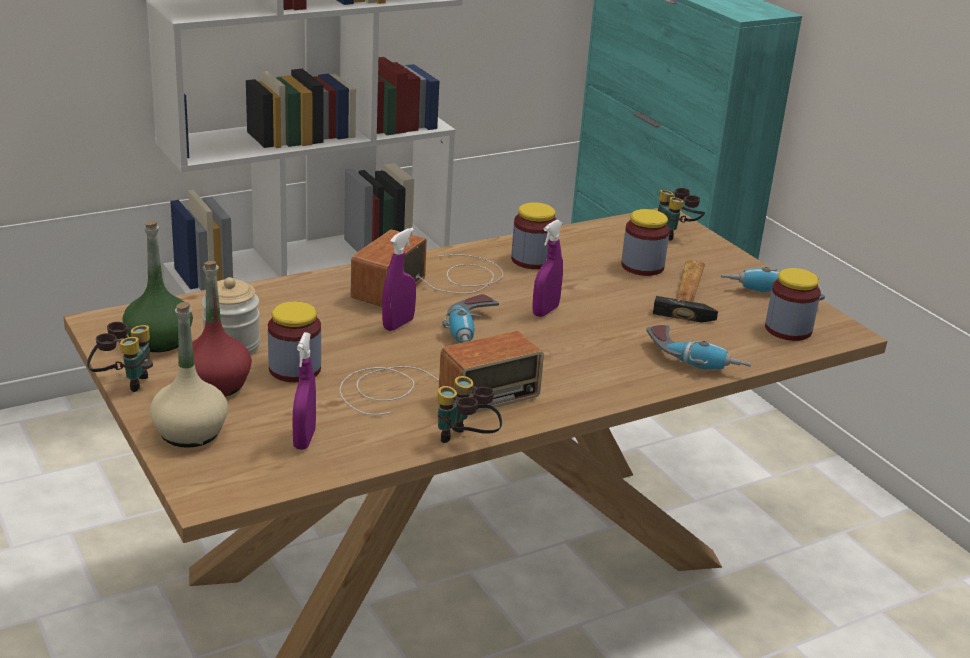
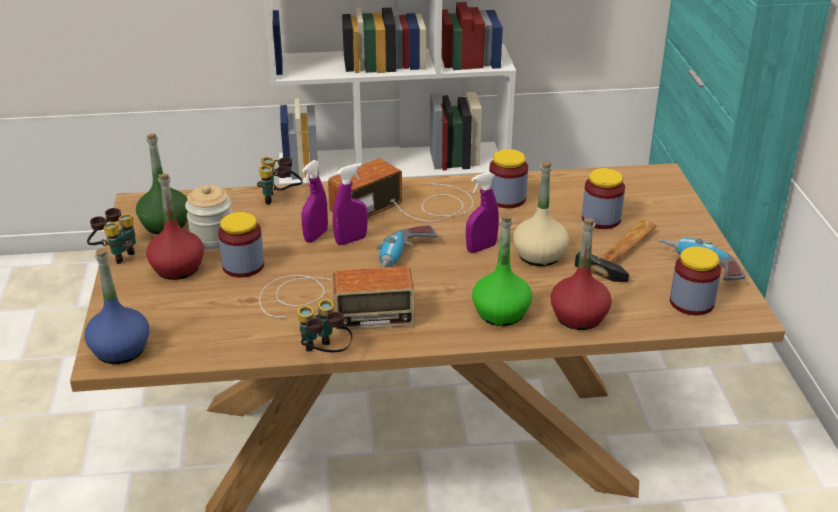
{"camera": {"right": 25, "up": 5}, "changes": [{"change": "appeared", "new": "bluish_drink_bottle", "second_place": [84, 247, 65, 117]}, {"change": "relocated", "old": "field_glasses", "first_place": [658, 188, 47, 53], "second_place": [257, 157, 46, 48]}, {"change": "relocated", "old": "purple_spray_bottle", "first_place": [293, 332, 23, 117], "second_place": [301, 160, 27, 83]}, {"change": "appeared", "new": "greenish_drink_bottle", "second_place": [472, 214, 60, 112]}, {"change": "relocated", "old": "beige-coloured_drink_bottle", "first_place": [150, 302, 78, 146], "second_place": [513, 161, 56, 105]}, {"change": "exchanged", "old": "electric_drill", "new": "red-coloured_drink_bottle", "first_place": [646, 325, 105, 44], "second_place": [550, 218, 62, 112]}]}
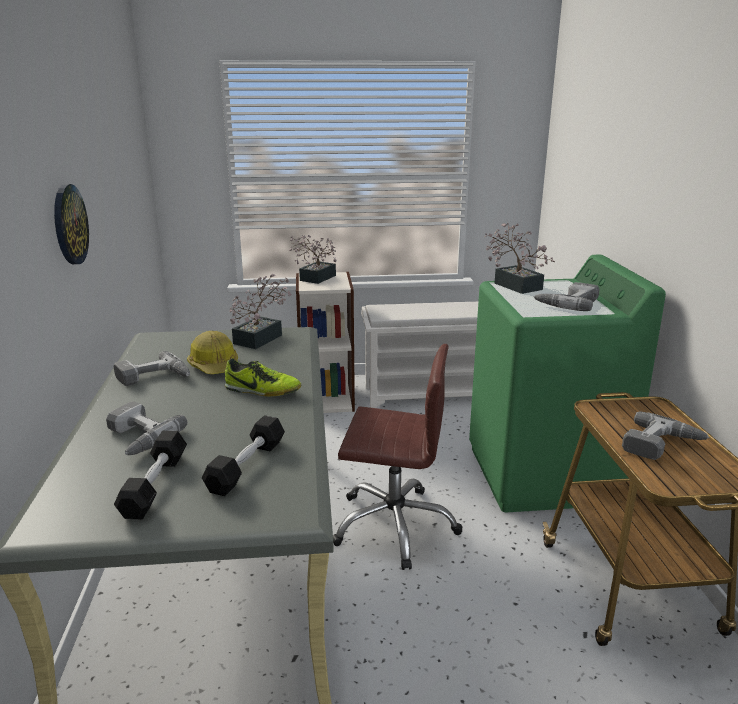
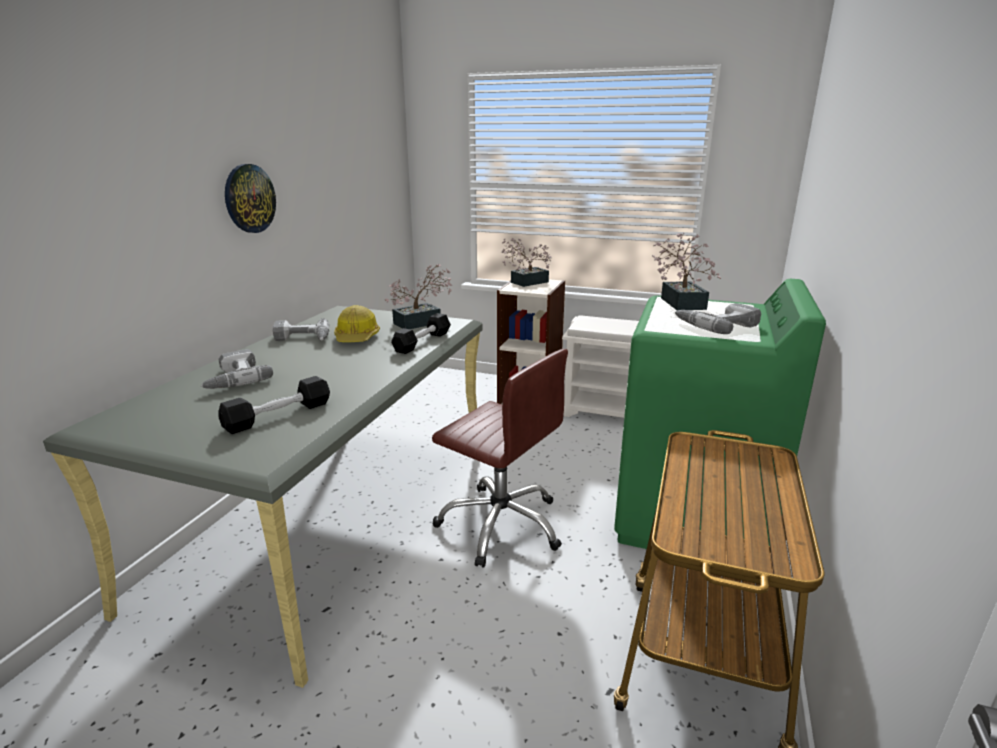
{"camera": {"right": 25, "up": 0}, "changes": [{"change": "relocated", "old": "black_hand_weight", "first_place": [114, 431, 73, 88], "second_place": [391, 313, 60, 41]}, {"change": "missing", "old": "shoe", "first_place": [225, 358, 76, 38]}, {"change": "missing", "old": "electric_drill", "first_place": [622, 412, 88, 48]}]}
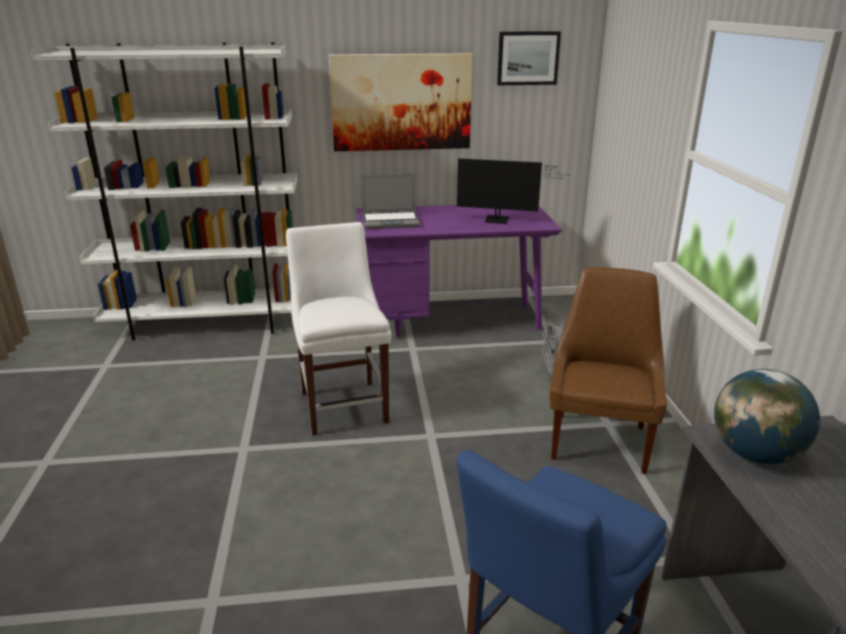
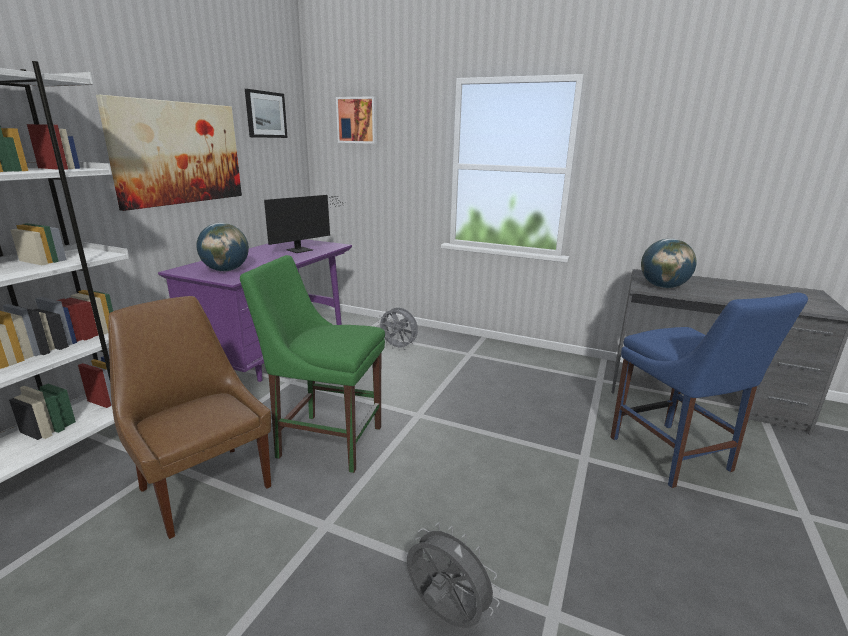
{"camera": {"right": -60, "up": -5}, "changes": [{"change": "relocated", "old": "brownish_plain_chair", "first_place": [550, 267, 117, 207], "second_place": [109, 296, 162, 243]}, {"change": "exchanged", "old": "laptop", "new": "desk_globe", "first_place": [361, 173, 59, 56], "second_place": [196, 223, 53, 48]}, {"change": "colour", "old": "white_plain_chair", "new": "greenish_plain_chair", "first_place": [286, 222, 105, 214], "second_place": [240, 255, 145, 218]}, {"change": "appeared", "new": "wall_art", "second_place": [336, 96, 41, 48]}, {"change": "appeared", "new": "greyish_cooling_fan", "second_place": [407, 522, 94, 106]}]}
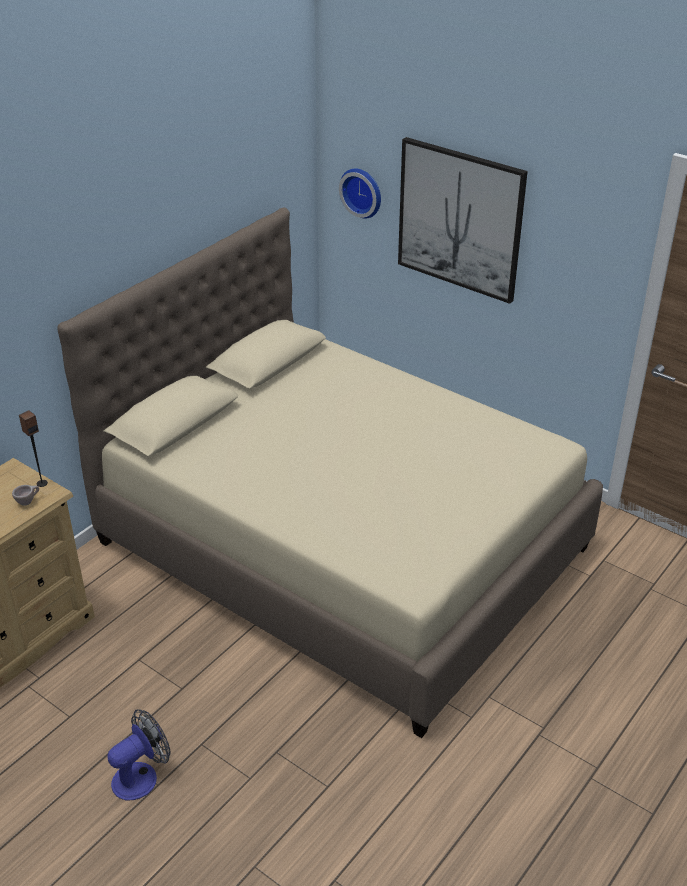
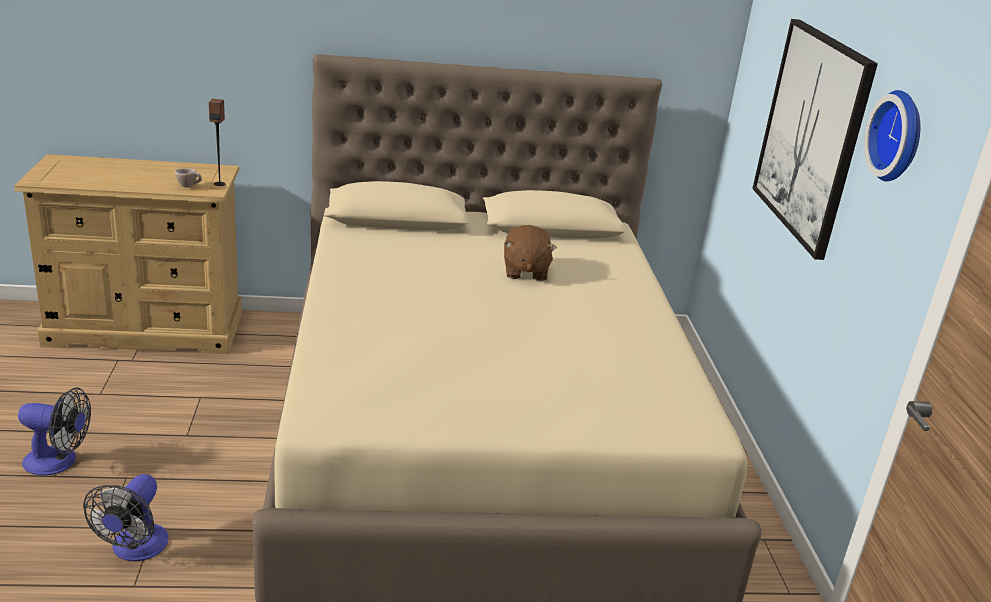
{"camera": {"right": 45, "up": -10}, "changes": [{"change": "appeared", "new": "cooling_fan", "second_place": [83, 474, 86, 87]}, {"change": "appeared", "new": "brownish_cuddly_toy", "second_place": [504, 225, 53, 56]}, {"change": "relocated", "old": "clock_on_the_wall", "first_place": [339, 169, 42, 49], "second_place": [864, 90, 56, 91]}]}
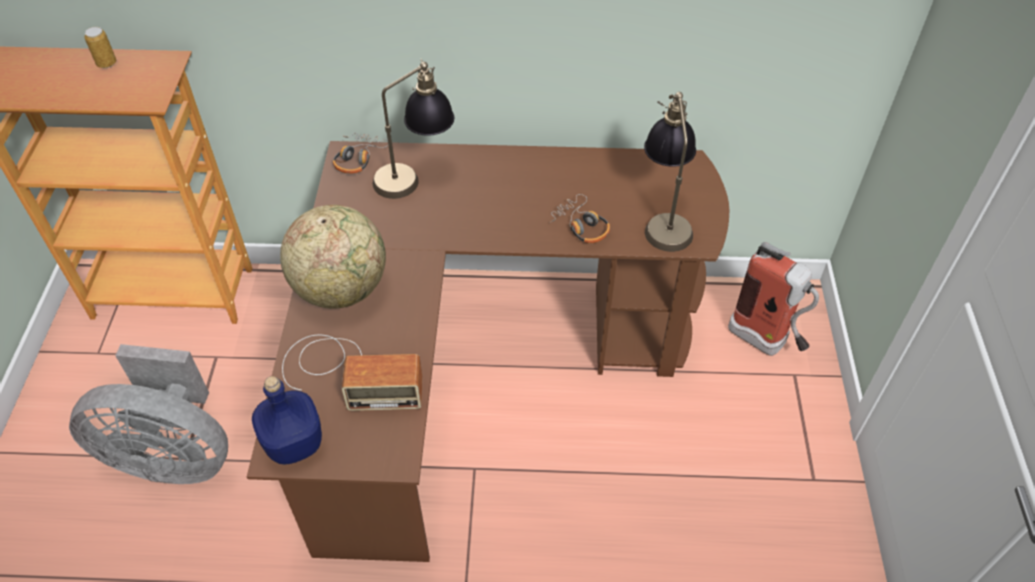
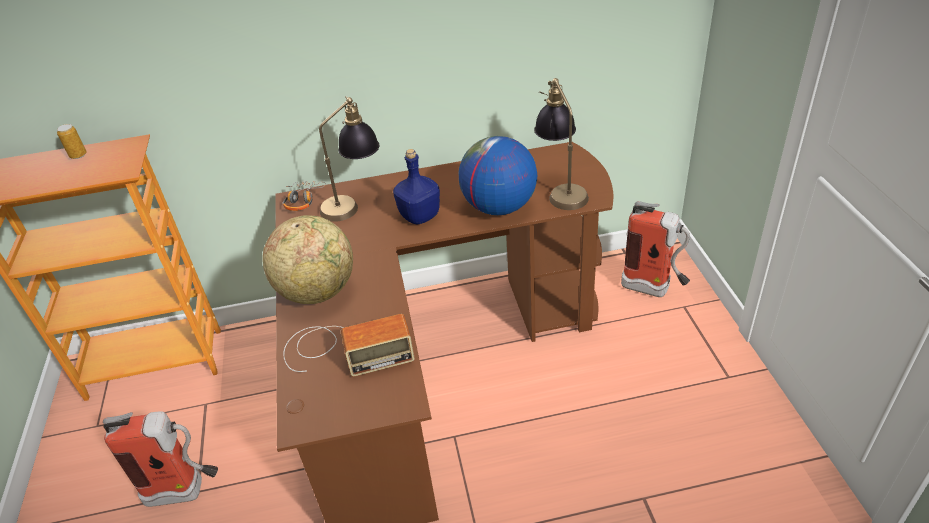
{"camera": {"right": -10, "up": -10}, "changes": [{"change": "exchanged", "old": "greyish_cooling_fan", "new": "fire_extinguisher", "first_place": [69, 344, 159, 140], "second_place": [103, 411, 115, 96]}, {"change": "relocated", "old": "bluish_drink_bottle", "first_place": [252, 376, 70, 89], "second_place": [393, 149, 47, 76]}, {"change": "exchanged", "old": "pair_of_headphones", "new": "desk_globe", "first_place": [550, 194, 60, 49], "second_place": [459, 136, 78, 79]}]}
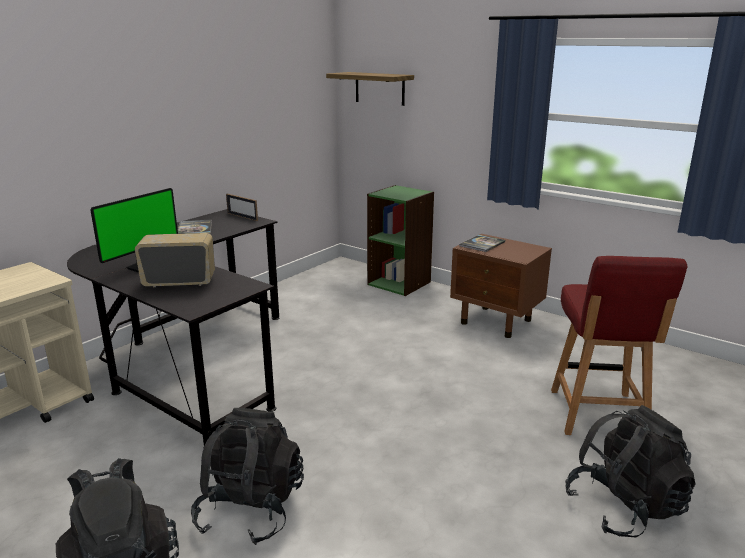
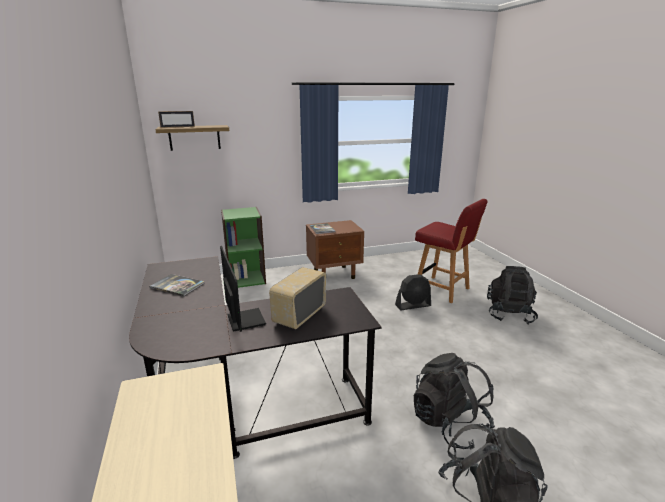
{"camera": {"right": -55, "up": 0}, "changes": [{"change": "relocated", "old": "picture_frame", "first_place": [226, 194, 32, 27], "second_place": [158, 111, 37, 17]}, {"change": "appeared", "new": "black_cooling_fan", "second_place": [395, 275, 36, 35]}]}
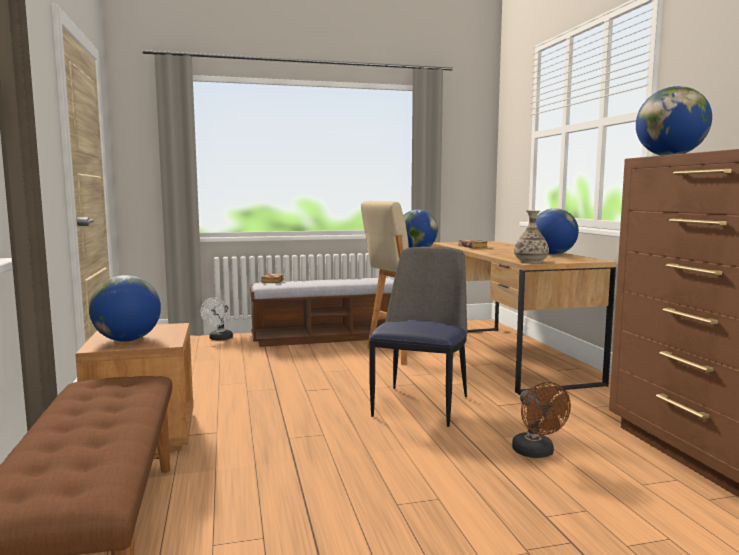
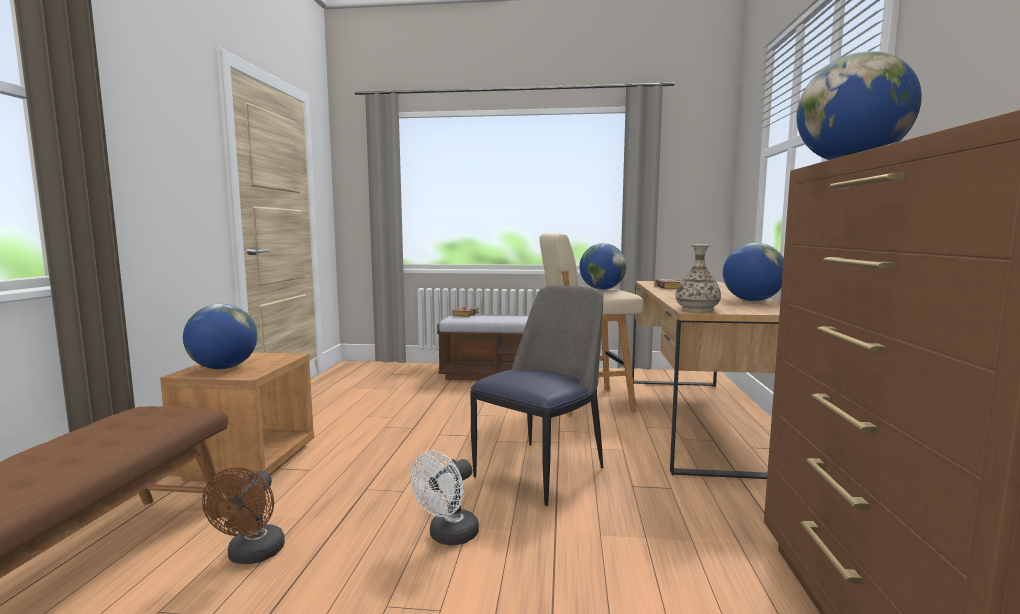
{"camera": {"right": 20, "up": 0}, "changes": [{"change": "relocated", "old": "brownish_cooling_fan", "first_place": [512, 382, 59, 76], "second_place": [202, 467, 83, 97]}, {"change": "relocated", "old": "white_cooling_fan", "first_place": [201, 297, 32, 43], "second_place": [411, 451, 68, 95]}]}
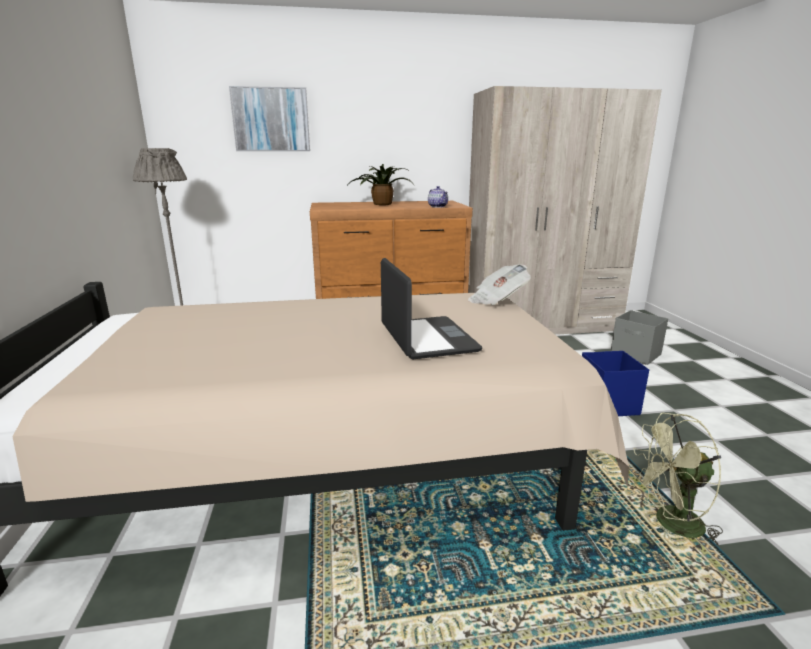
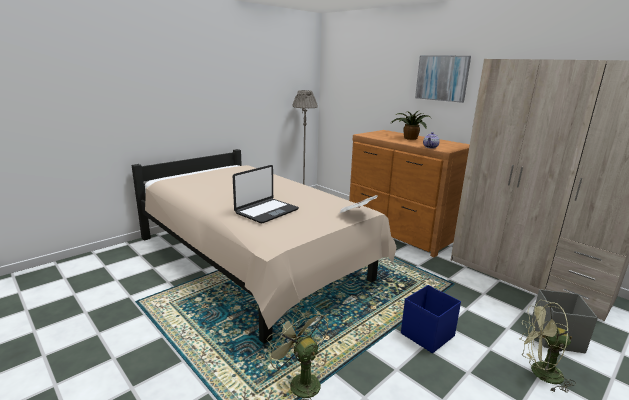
{"camera": {"right": 55, "up": 0}, "changes": [{"change": "relocated", "old": "wall_art", "first_place": [229, 86, 81, 65], "second_place": [415, 55, 56, 48]}, {"change": "appeared", "new": "greenish_cooling_fan", "second_place": [519, 300, 57, 93]}]}
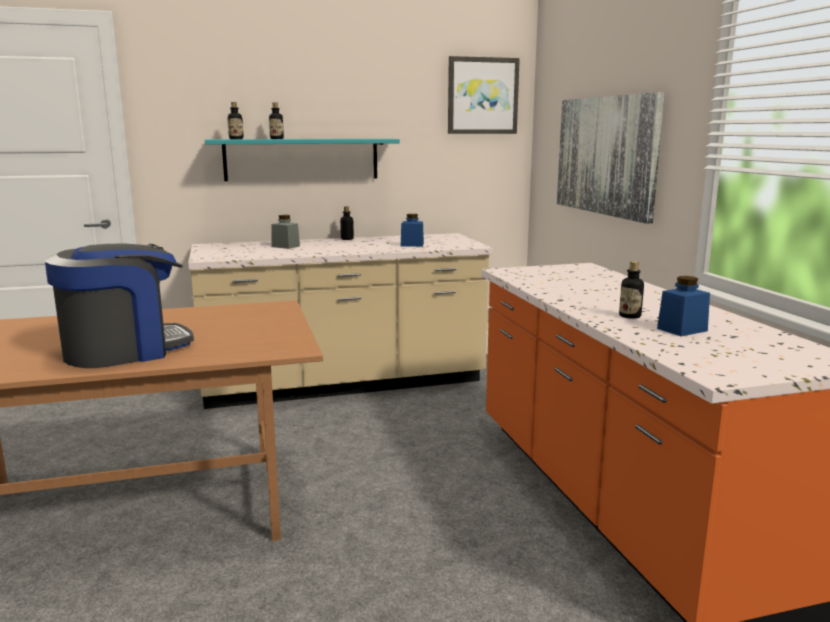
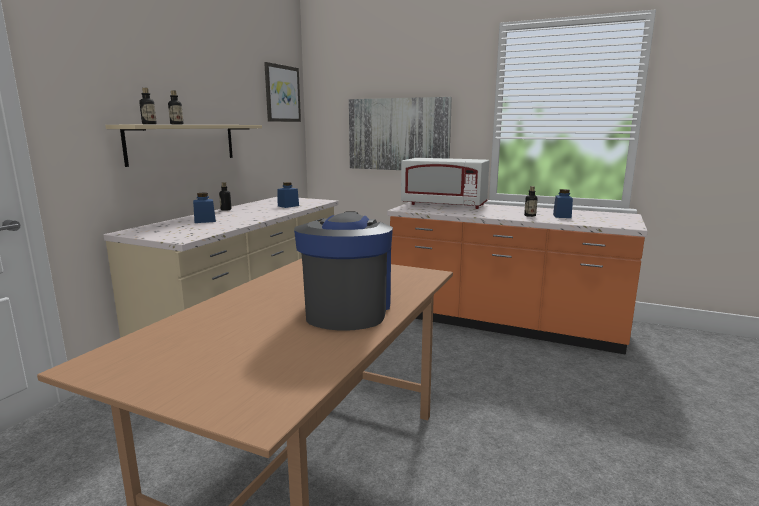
{"camera": {"right": -50, "up": 0}, "changes": [{"change": "colour", "old": "blue-green_shelf", "new": "beige-coloured_shelf", "first_place": [205, 139, 195, 42], "second_place": [105, 125, 157, 42]}, {"change": "colour", "old": "greyish_jar", "new": "bluish_jar", "first_place": [271, 215, 29, 34], "second_place": [193, 193, 23, 30]}, {"change": "appeared", "new": "white_kitchen_microwave", "second_place": [401, 158, 88, 51]}]}
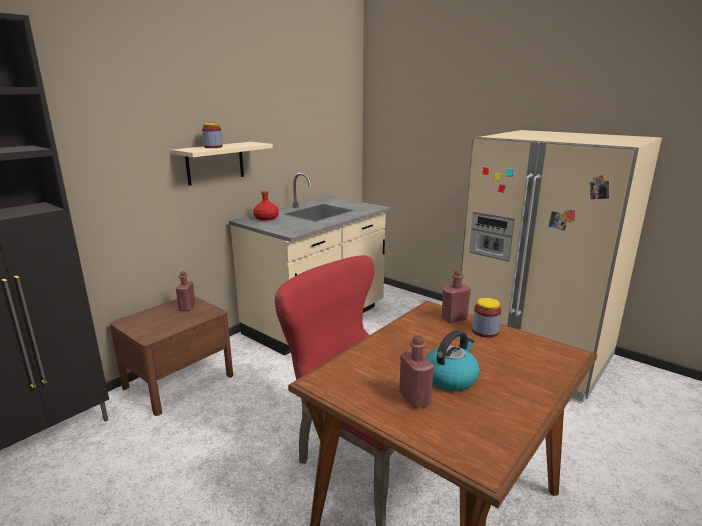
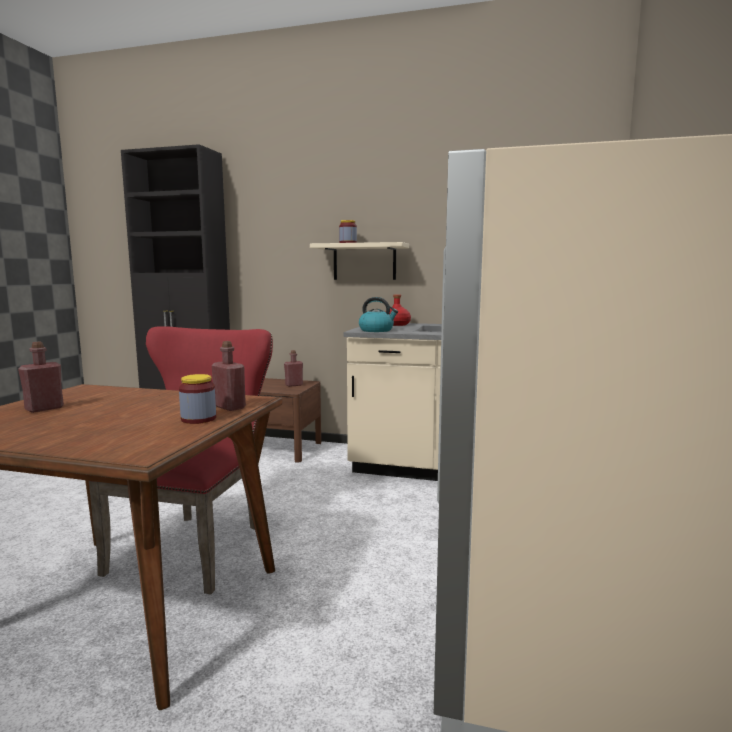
{"camera": {"right": 65, "up": -10}, "changes": [{"change": "relocated", "old": "water_kettle", "first_place": [426, 330, 54, 61], "second_place": [359, 297, 39, 35]}]}
